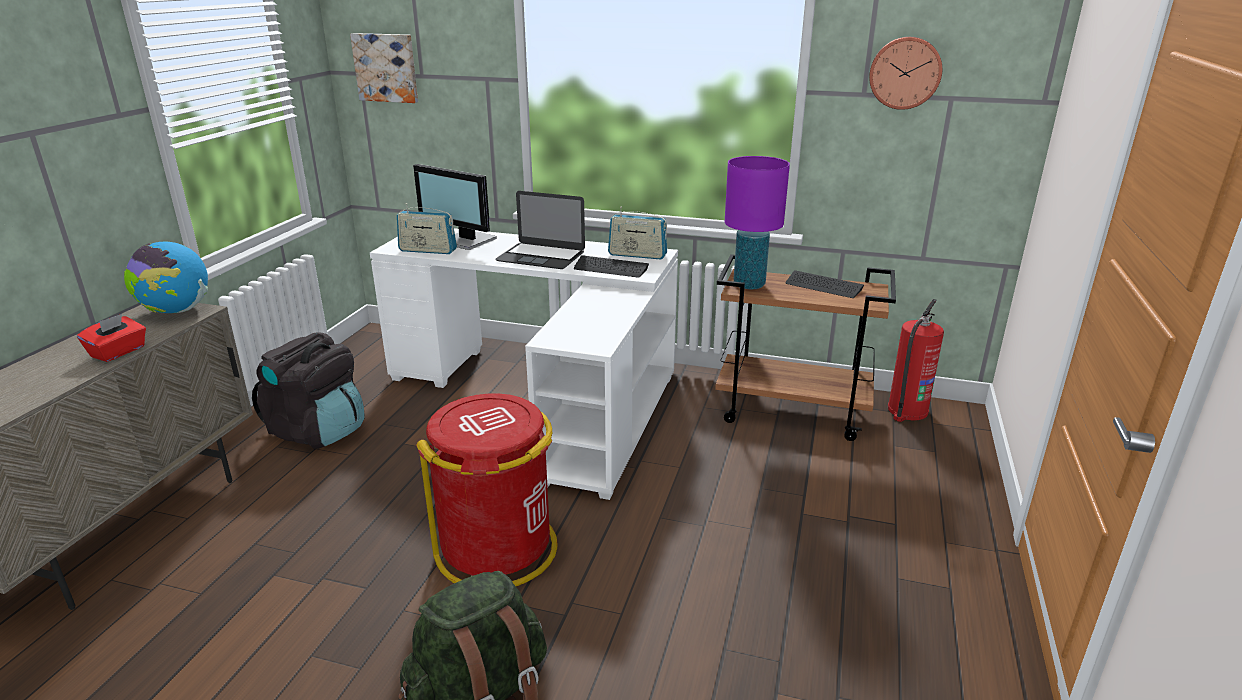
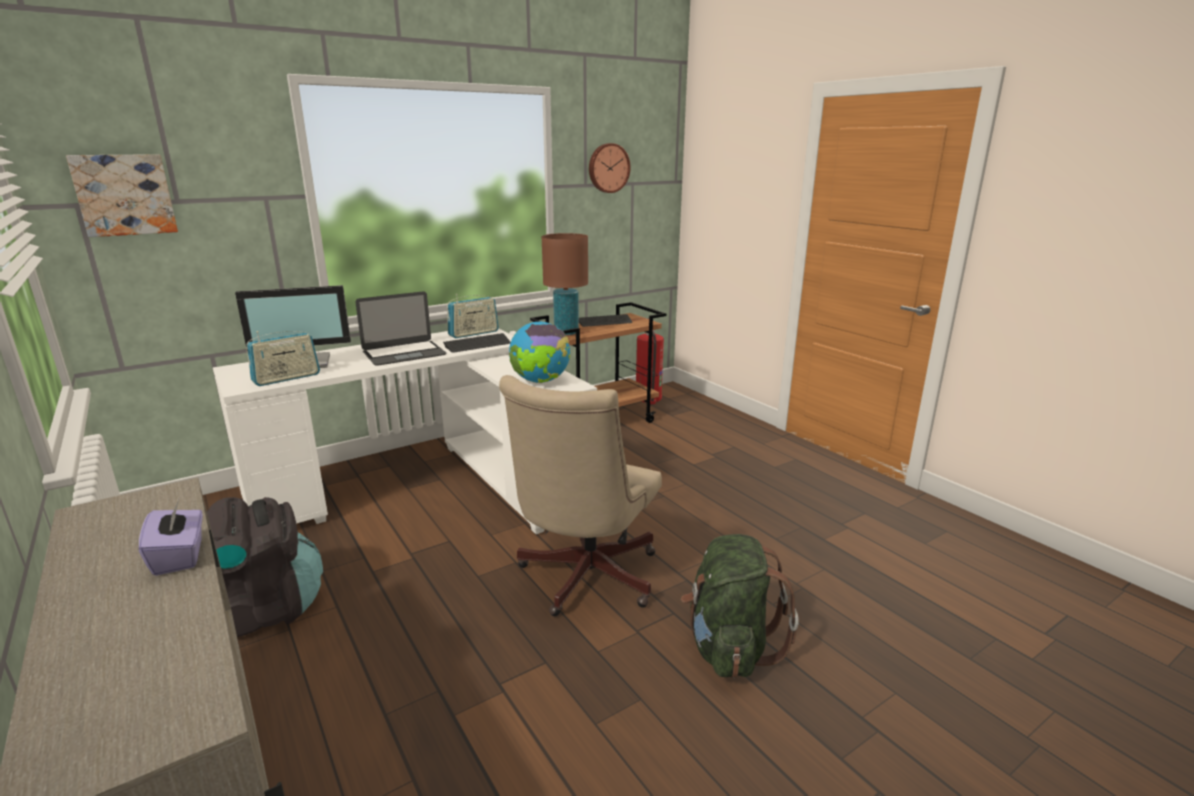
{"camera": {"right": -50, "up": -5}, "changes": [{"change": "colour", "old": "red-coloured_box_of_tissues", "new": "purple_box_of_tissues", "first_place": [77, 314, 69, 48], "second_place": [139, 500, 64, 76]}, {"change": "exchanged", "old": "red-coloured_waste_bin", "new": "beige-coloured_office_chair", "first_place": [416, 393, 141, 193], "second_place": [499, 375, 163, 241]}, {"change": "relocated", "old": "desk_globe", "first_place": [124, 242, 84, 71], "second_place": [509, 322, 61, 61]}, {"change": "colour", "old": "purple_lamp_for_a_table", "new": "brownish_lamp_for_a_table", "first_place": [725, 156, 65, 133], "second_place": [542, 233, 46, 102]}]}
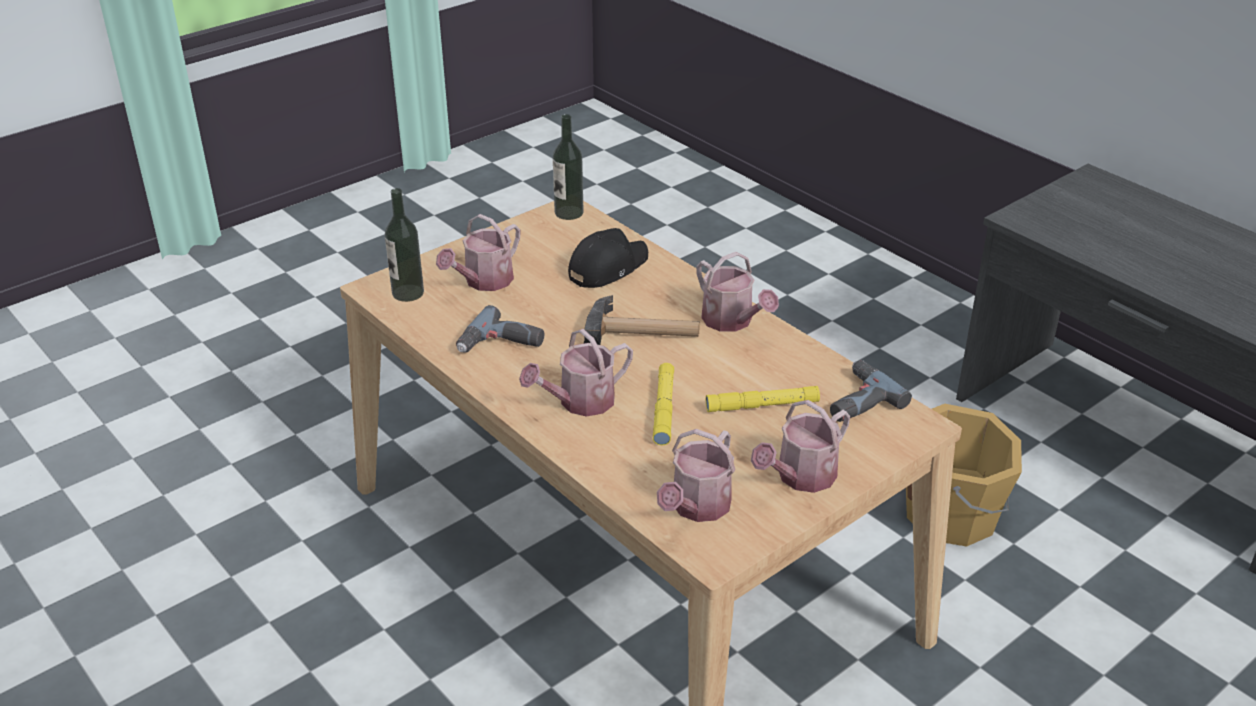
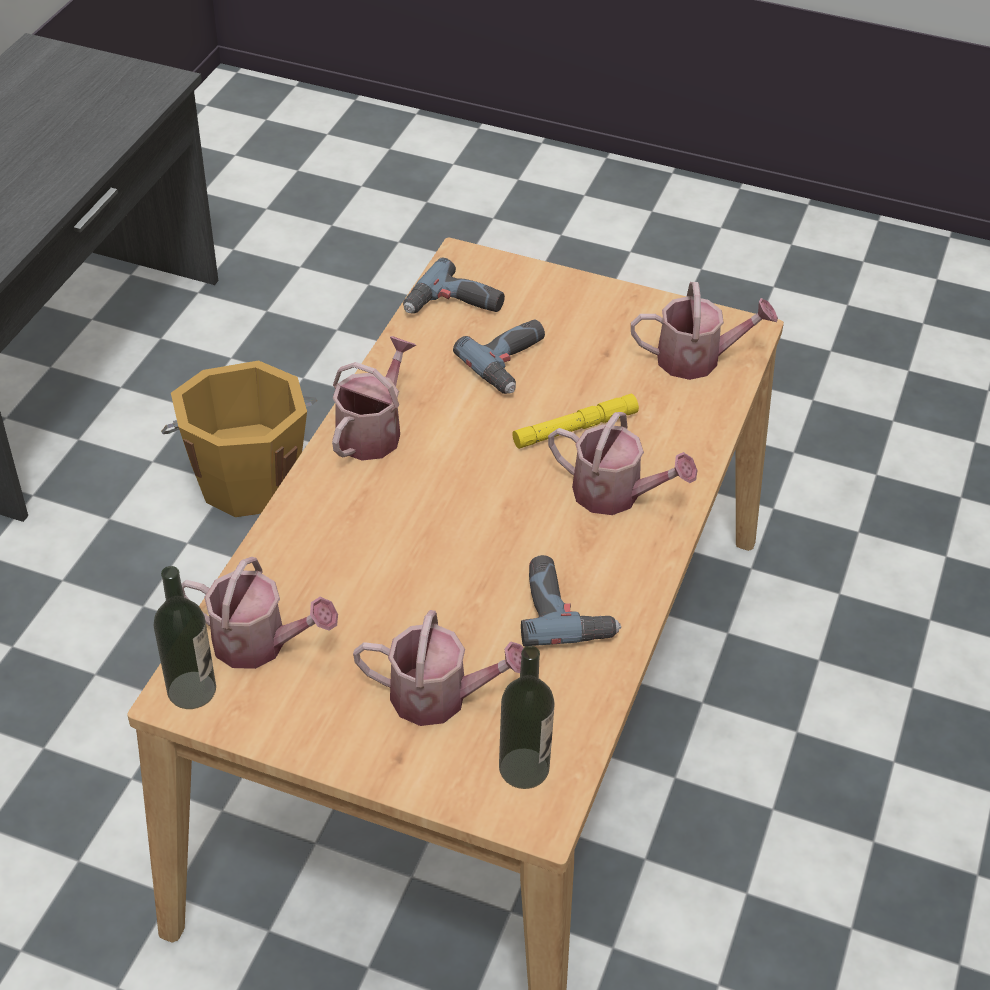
{"camera": {"right": -120, "up": 10}, "changes": [{"change": "relocated", "old": "watering_can", "first_place": [751, 400, 99, 93], "second_place": [182, 557, 156, 112]}, {"change": "exchanged", "old": "yellow_torch", "new": "electric_drill", "first_place": [706, 386, 114, 26], "second_place": [453, 320, 92, 74]}, {"change": "missing", "old": "black_cap", "first_place": [568, 228, 80, 60]}, {"change": "missing", "old": "hammer", "first_place": [584, 295, 116, 50]}]}
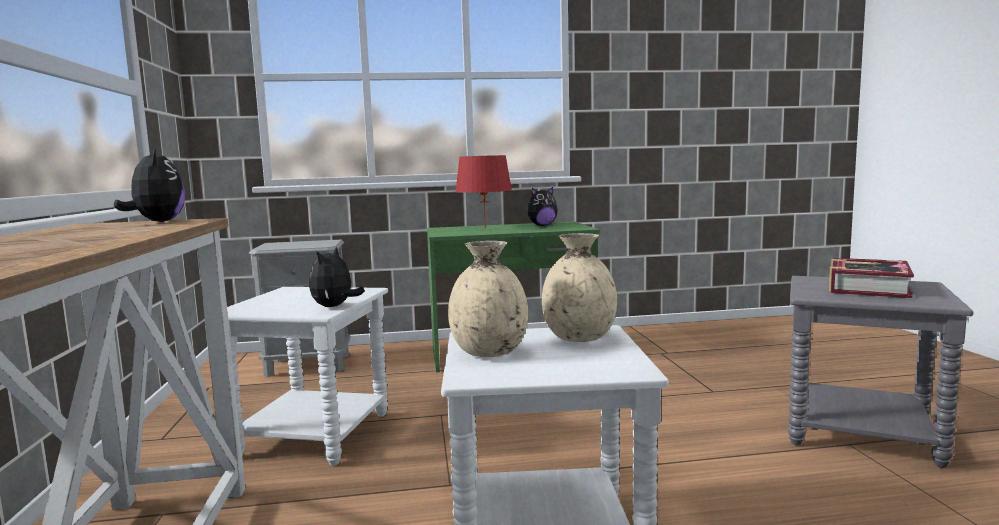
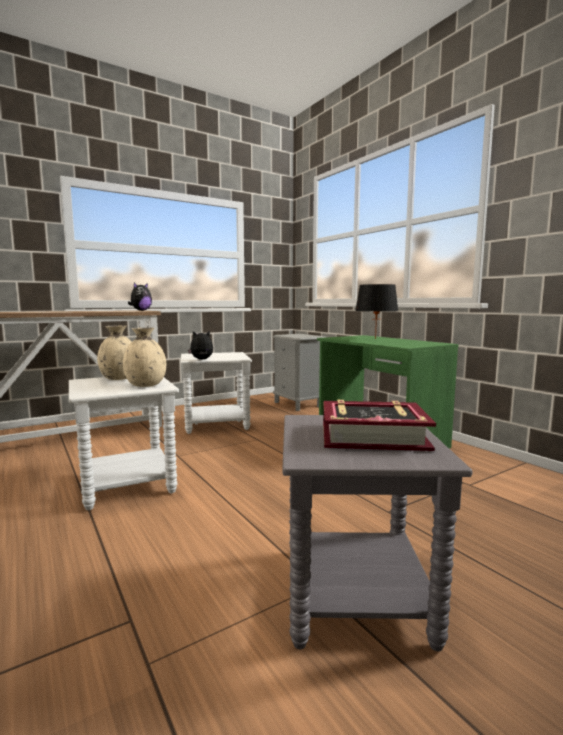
{"camera": {"right": 65, "up": 0}, "changes": [{"change": "colour", "old": "red-coloured_lamp_for_a_table", "new": "black_lamp_for_a_table", "first_place": [455, 155, 57, 73], "second_place": [355, 284, 43, 55]}, {"change": "missing", "old": "cuddly_toy", "first_place": [527, 187, 31, 39]}]}
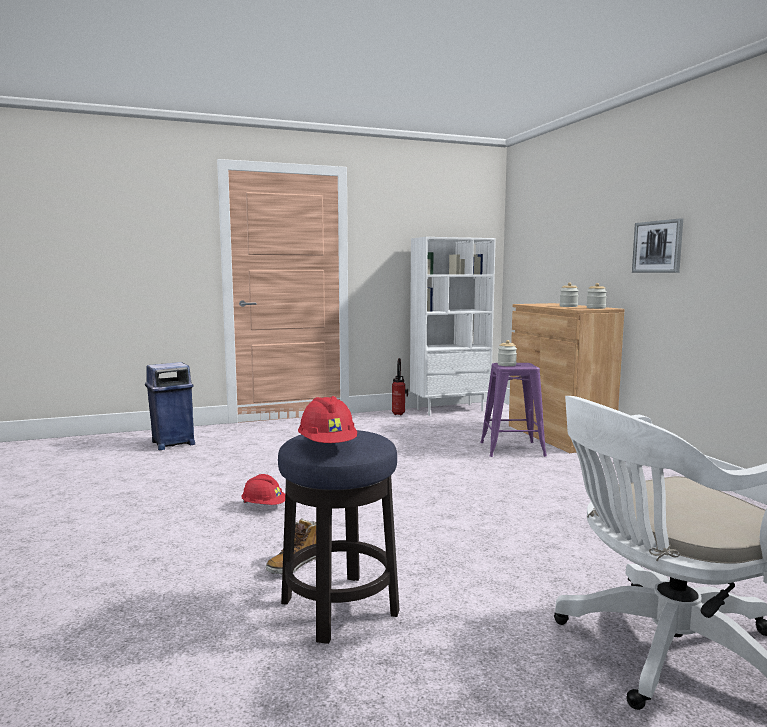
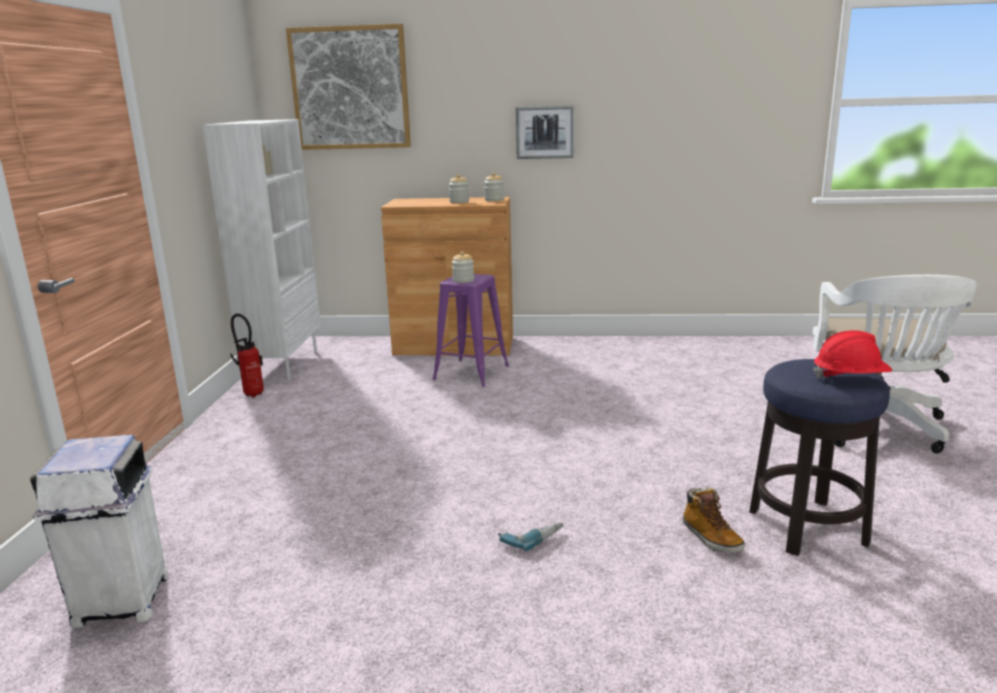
{"camera": {"right": -65, "up": 10}, "changes": [{"change": "colour", "old": "bluish_waste_bin", "new": "white_waste_bin", "first_place": [145, 362, 50, 88], "second_place": [30, 435, 139, 193]}, {"change": "appeared", "new": "wall_art", "second_place": [286, 24, 125, 126]}, {"change": "exchanged", "old": "red-coloured_hard_hat", "new": "electric_drill", "first_place": [241, 474, 44, 31], "second_place": [498, 522, 65, 29]}]}
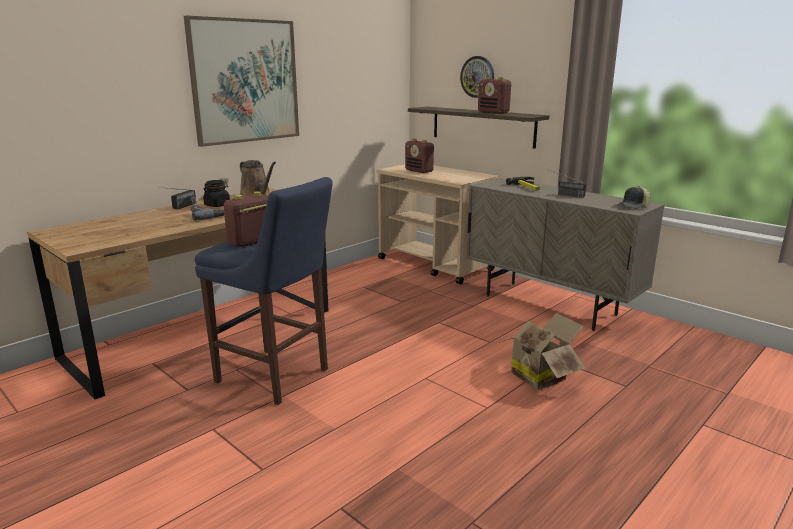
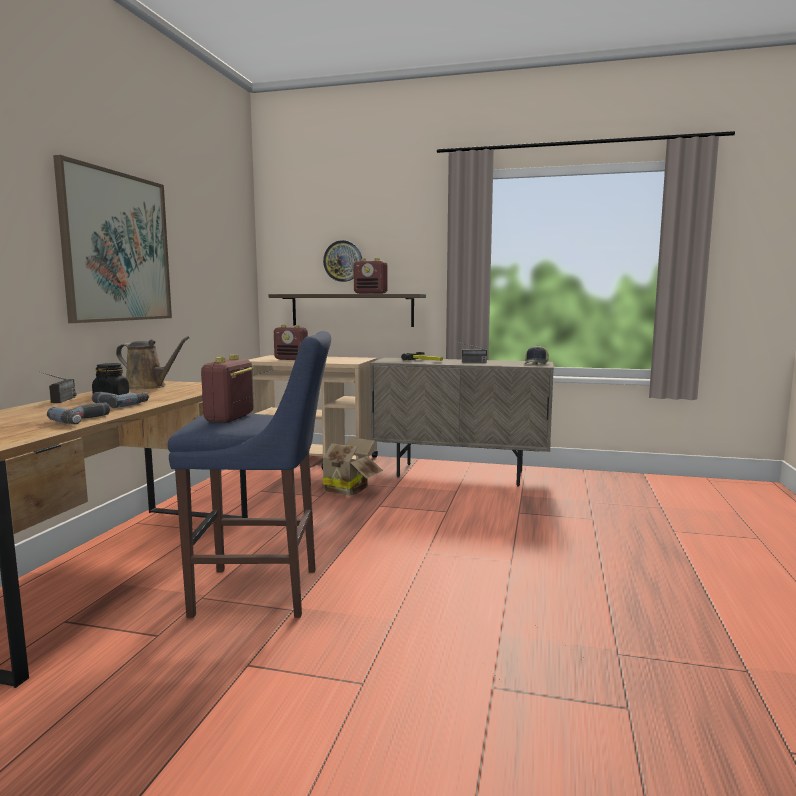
{"camera": {"right": -30, "up": -10}, "changes": [{"change": "appeared", "new": "electric_drill", "second_place": [47, 403, 63, 21]}, {"change": "relocated", "old": "carton", "first_place": [499, 313, 86, 77], "second_place": [310, 437, 73, 59]}]}
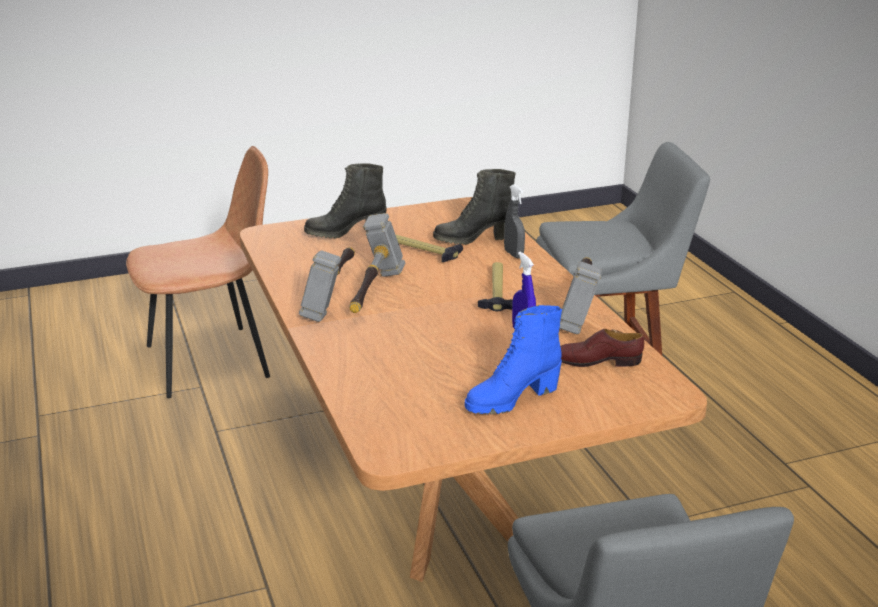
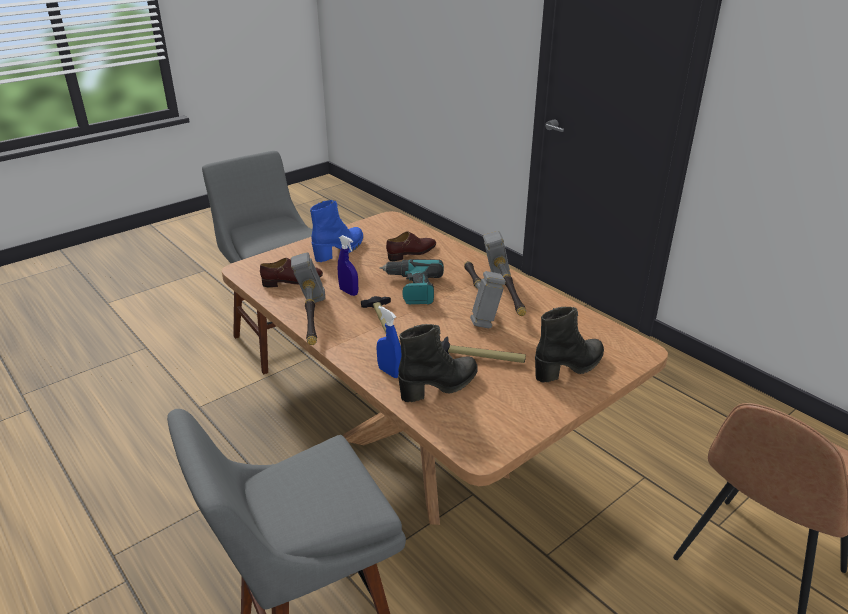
{"camera": {"right": 160, "up": 5}, "changes": [{"change": "colour", "old": "greyish_spray_bottle", "new": "bluish_spray_bottle", "first_place": [504, 184, 21, 74], "second_place": [377, 306, 24, 72]}, {"change": "appeared", "new": "electric_drill", "second_place": [380, 259, 64, 45]}, {"change": "appeared", "new": "brownish_shoe", "second_place": [386, 231, 50, 30]}]}
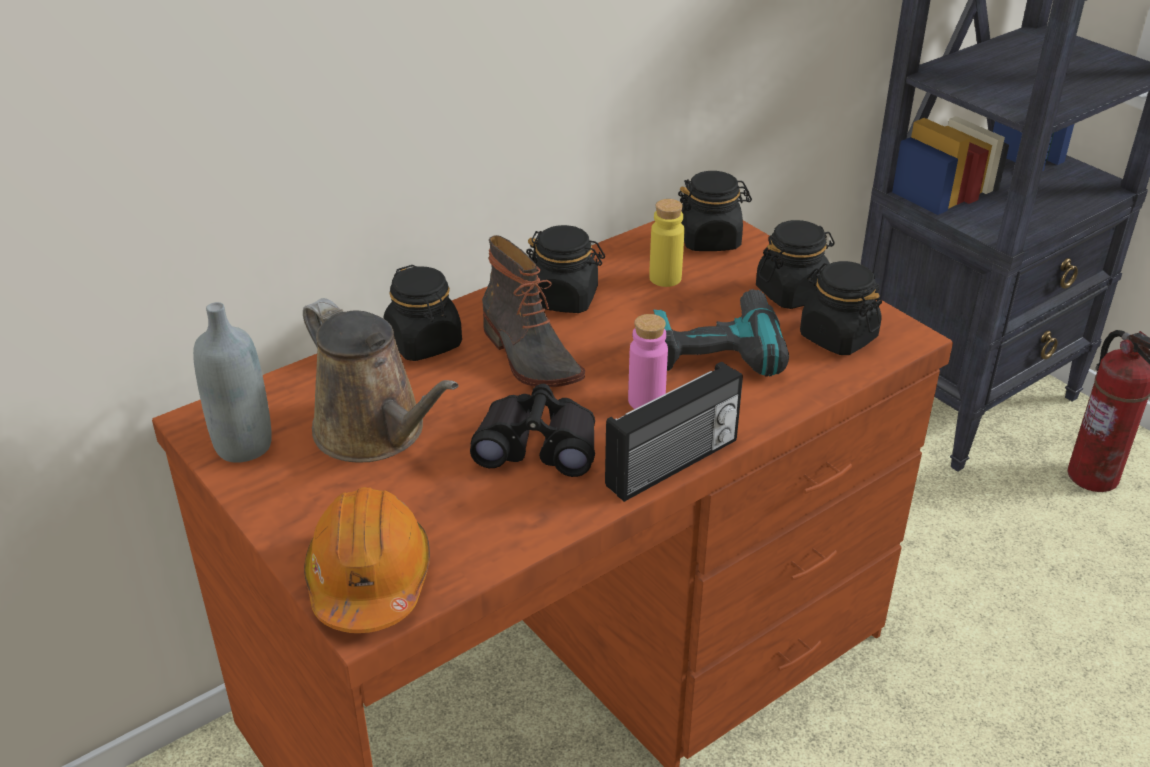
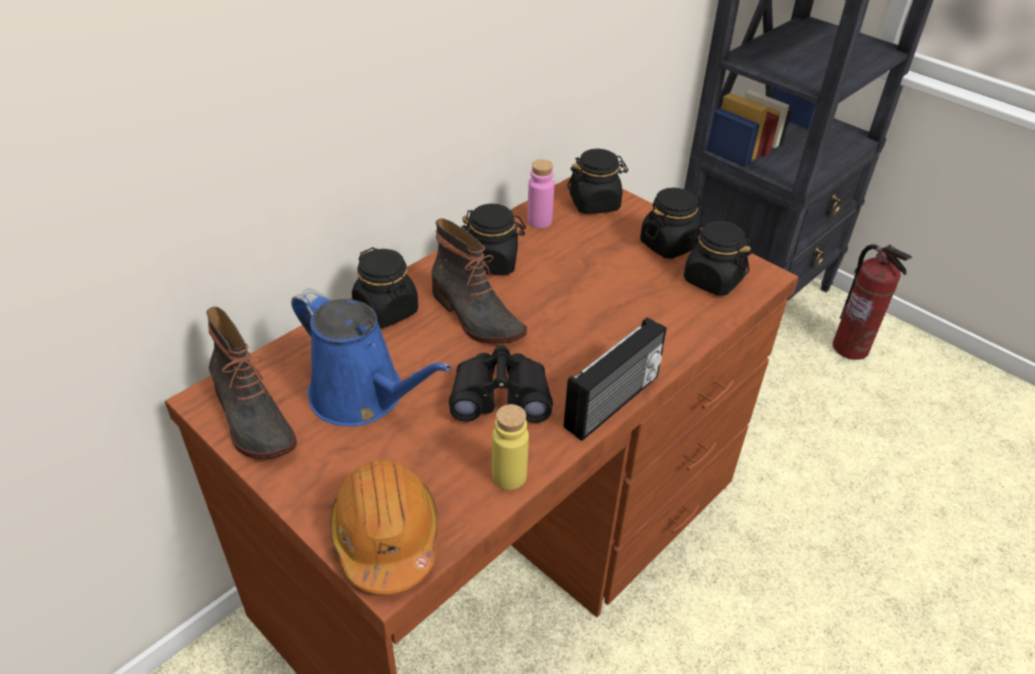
{"camera": {"right": -10, "up": 5}, "changes": [{"change": "exchanged", "old": "greyish_drink_bottle", "new": "boot", "first_place": [193, 302, 79, 161], "second_place": [206, 307, 91, 153]}, {"change": "colour", "old": "brownish_watering_can", "new": "bluish_watering_can", "first_place": [303, 298, 156, 164], "second_place": [291, 288, 160, 138]}, {"change": "relocated", "old": "yellow_drink_bottle", "first_place": [649, 199, 36, 88], "second_place": [492, 404, 37, 86]}, {"change": "relocated", "old": "pink_drink_bottle", "first_place": [628, 314, 40, 95], "second_place": [527, 159, 27, 69]}, {"change": "missing", "old": "electric_drill", "first_place": [653, 289, 136, 88]}]}
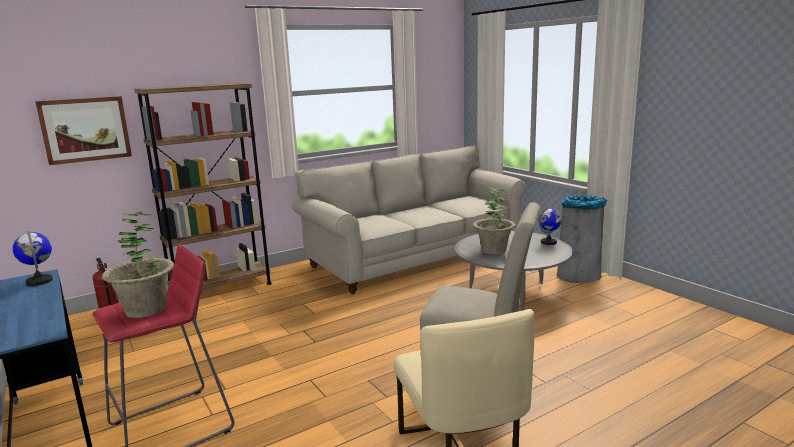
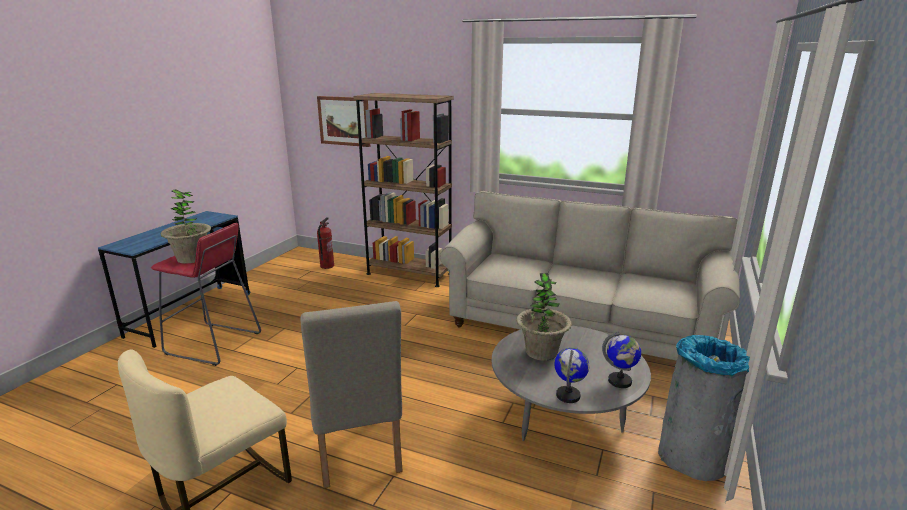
{"camera": {"right": 55, "up": 5}, "changes": [{"change": "relocated", "old": "desk_globe", "first_place": [13, 231, 40, 55], "second_place": [554, 348, 36, 55]}]}
